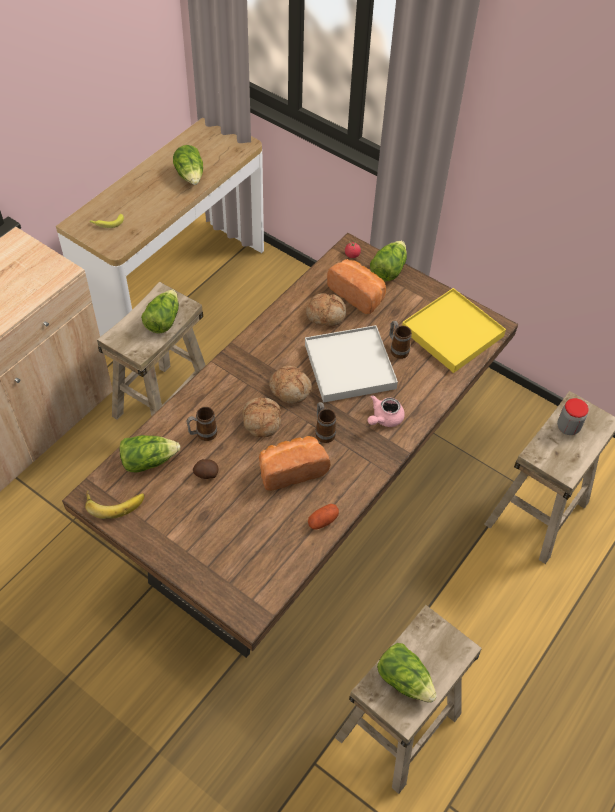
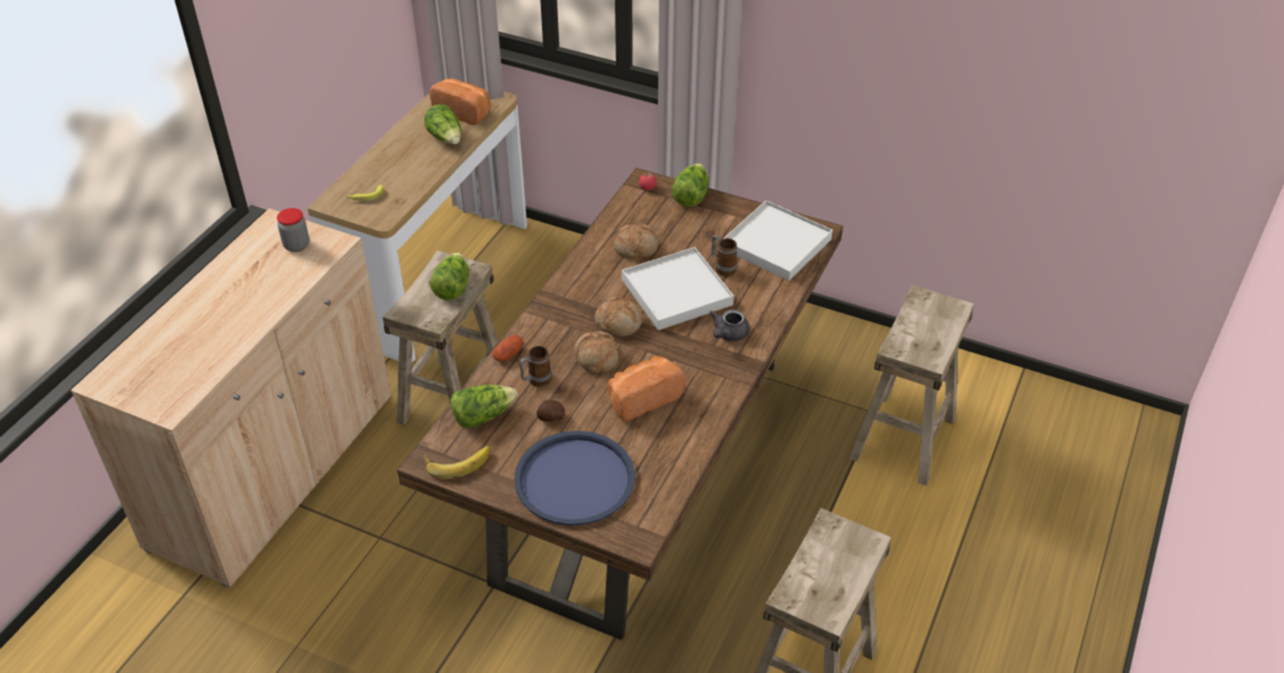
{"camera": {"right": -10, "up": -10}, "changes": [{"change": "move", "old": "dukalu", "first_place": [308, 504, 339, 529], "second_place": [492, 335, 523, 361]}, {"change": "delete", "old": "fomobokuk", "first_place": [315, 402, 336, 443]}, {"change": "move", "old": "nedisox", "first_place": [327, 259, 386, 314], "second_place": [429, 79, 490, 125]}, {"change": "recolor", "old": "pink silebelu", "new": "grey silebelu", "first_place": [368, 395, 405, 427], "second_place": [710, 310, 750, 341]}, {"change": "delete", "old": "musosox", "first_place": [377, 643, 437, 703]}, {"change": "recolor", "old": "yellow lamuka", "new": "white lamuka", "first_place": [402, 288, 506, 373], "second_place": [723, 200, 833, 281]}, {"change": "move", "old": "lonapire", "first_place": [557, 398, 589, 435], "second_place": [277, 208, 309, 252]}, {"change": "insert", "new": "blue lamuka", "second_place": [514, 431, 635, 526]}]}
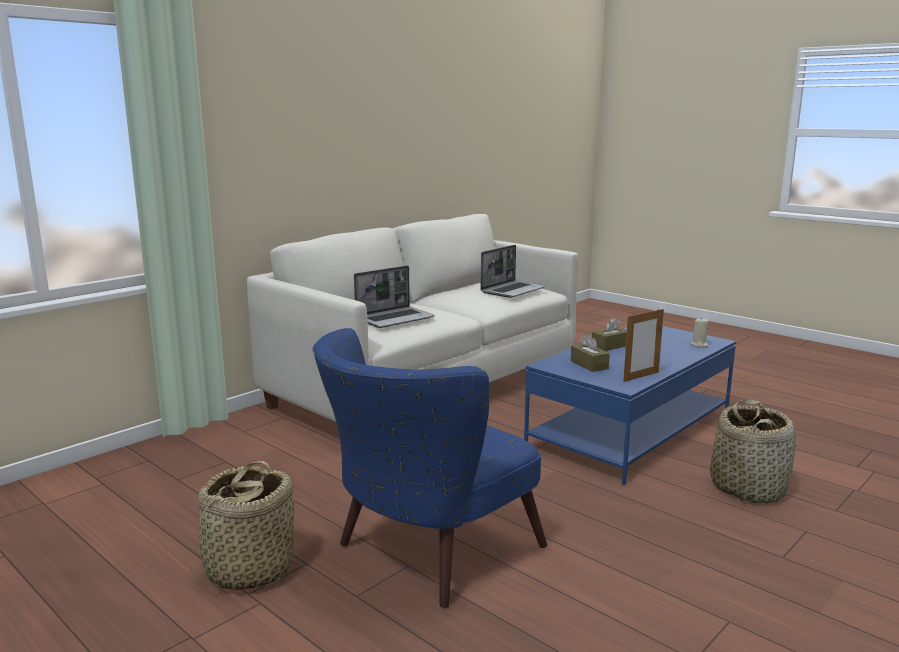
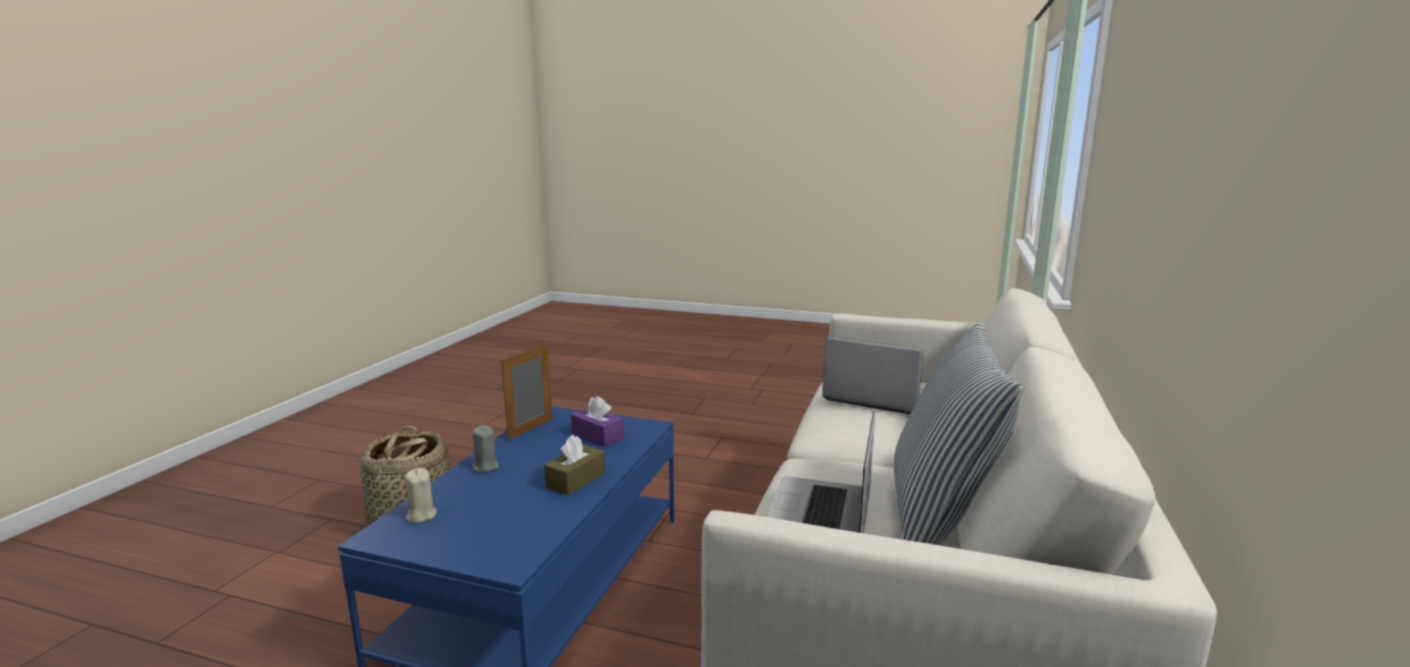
{"camera": {"right": 155, "up": 0}, "changes": [{"change": "delete", "old": "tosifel", "first_place": [189, 461, 294, 590]}, {"change": "delete", "old": "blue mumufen", "first_place": [313, 328, 547, 608]}, {"change": "rotate", "old": "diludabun", "first_place": [354, 266, 435, 328], "second_place": [822, 336, 923, 414], "degrees": 90}, {"change": "recolor", "old": "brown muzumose", "new": "purple muzumose", "first_place": [571, 334, 610, 372], "second_place": [571, 396, 624, 447]}, {"change": "insert", "new": "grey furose", "second_place": [472, 425, 499, 473]}, {"change": "insert", "new": "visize", "second_place": [894, 322, 1024, 545]}]}
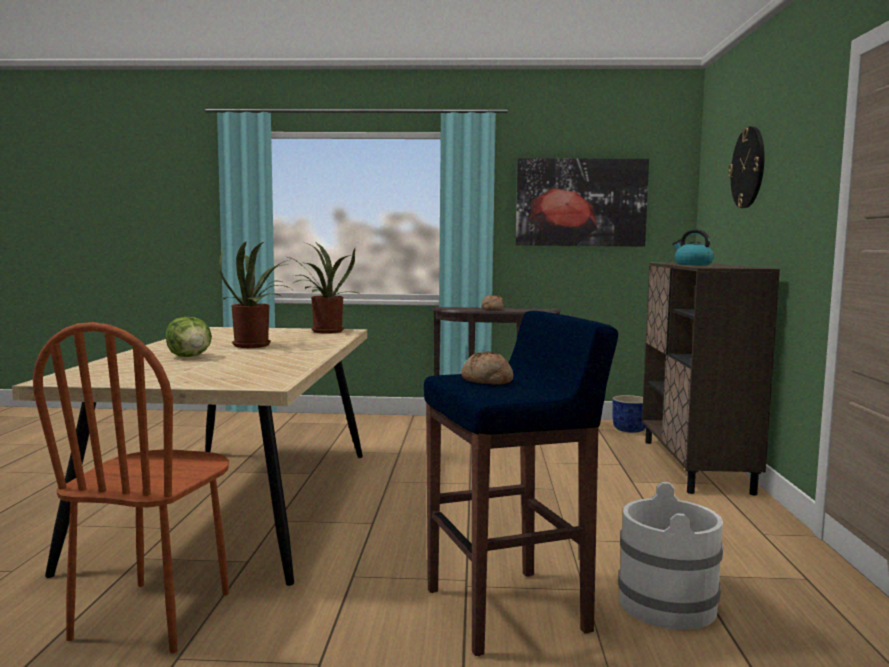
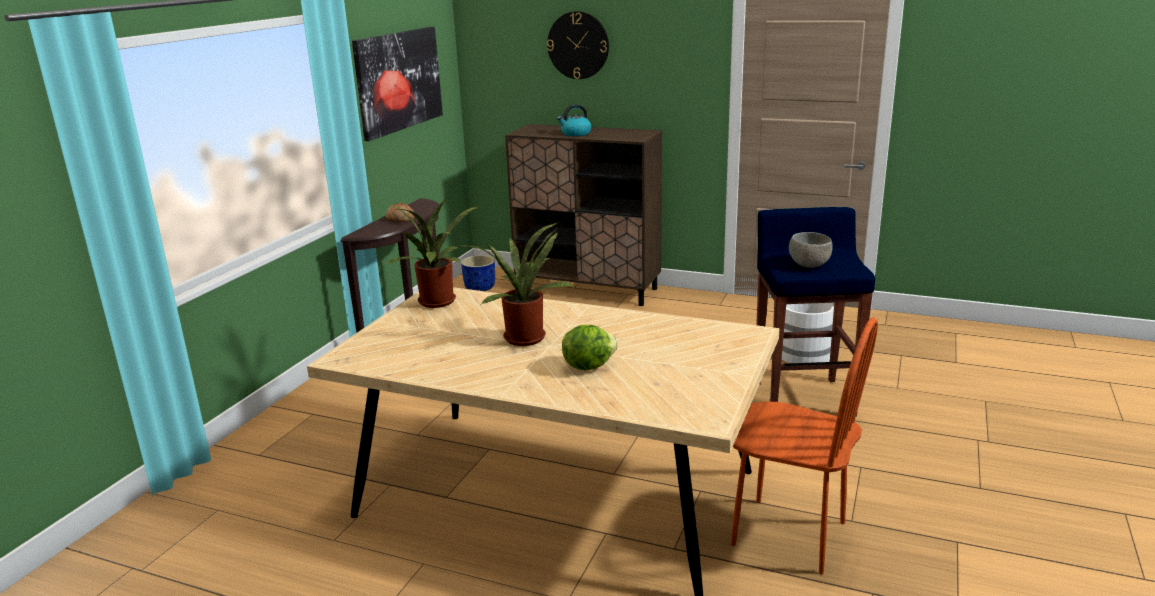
{"camera": {"right": -70, "up": 15}, "changes": [{"change": "replace", "old": "nedisox", "new": "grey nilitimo", "first_place": [461, 351, 513, 385], "second_place": [789, 232, 833, 268]}]}
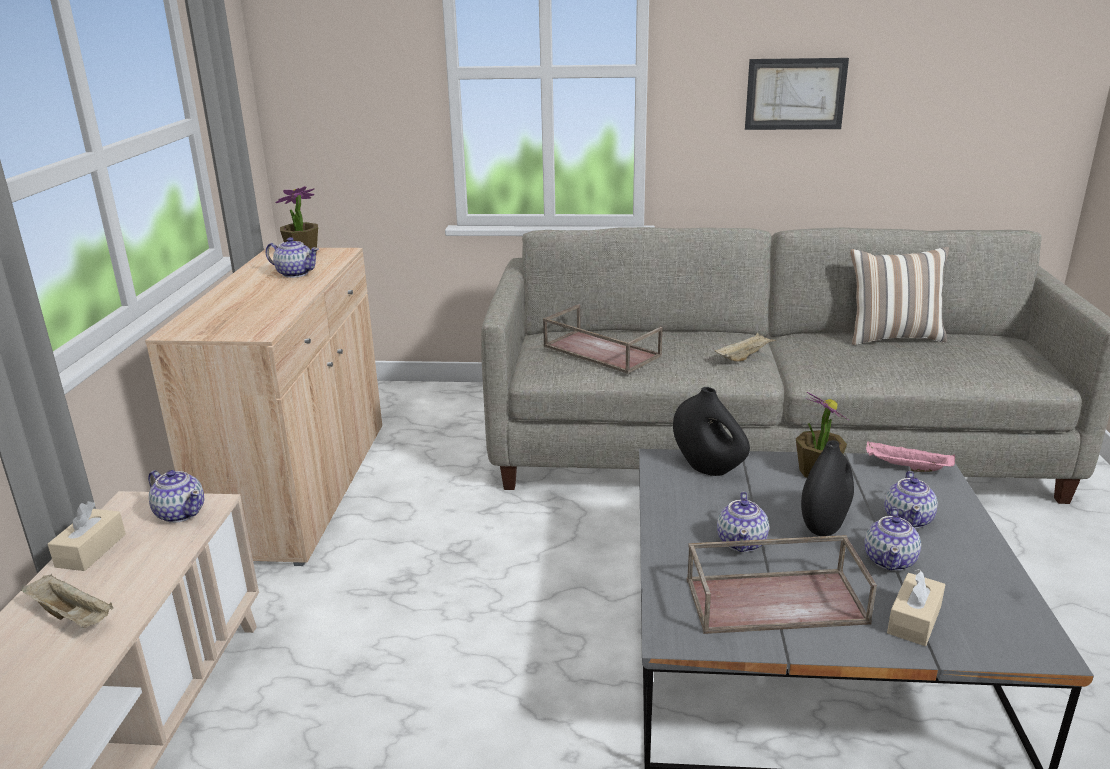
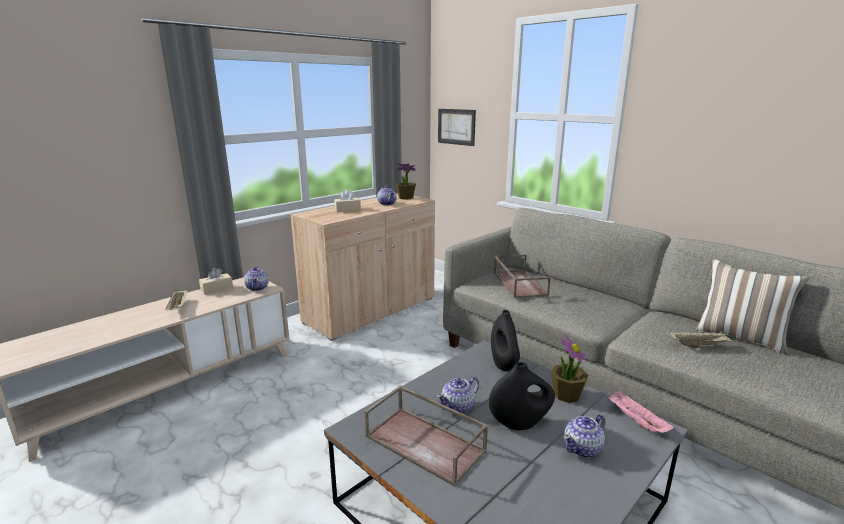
{"camera": {"right": 40, "up": -5}, "changes": [{"change": "move", "old": "beige lamuka", "first_place": [715, 333, 776, 362], "second_place": [669, 331, 734, 348]}, {"change": "move", "old": "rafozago", "first_place": [745, 58, 849, 130], "second_place": [438, 109, 476, 146]}, {"change": "delete", "old": "silebelu", "first_place": [864, 508, 921, 571]}, {"change": "move", "old": "beige muzumose", "first_place": [887, 569, 946, 646], "second_place": [334, 189, 361, 212]}]}
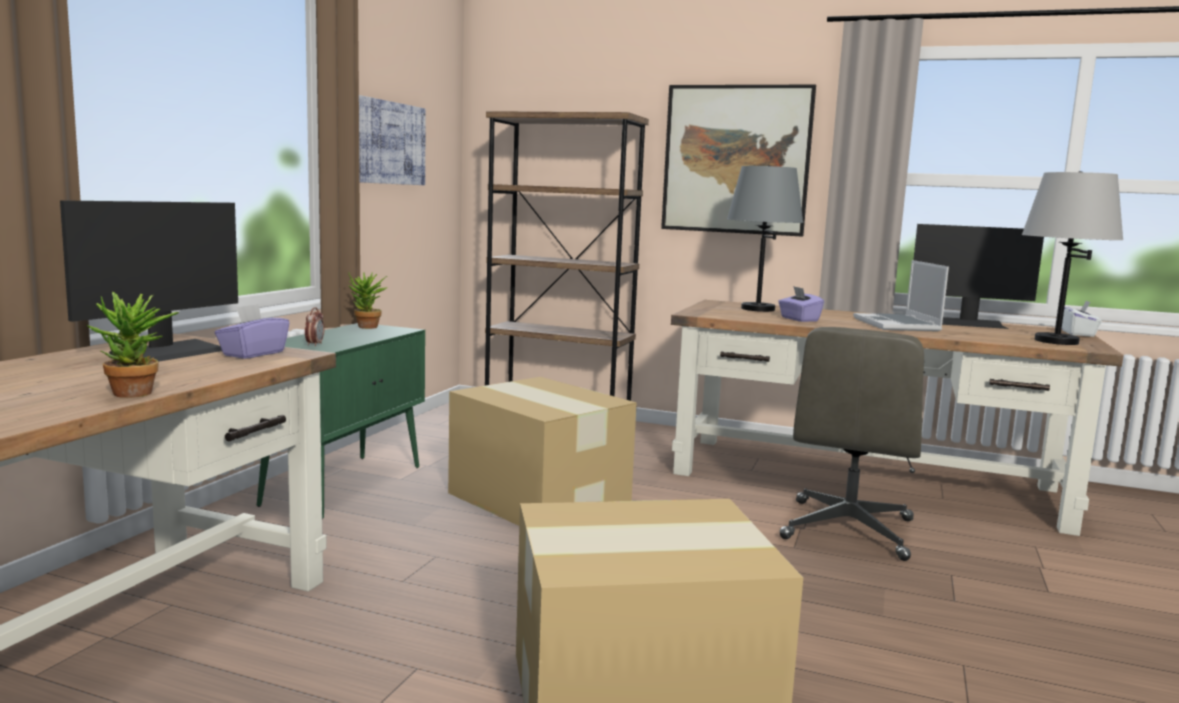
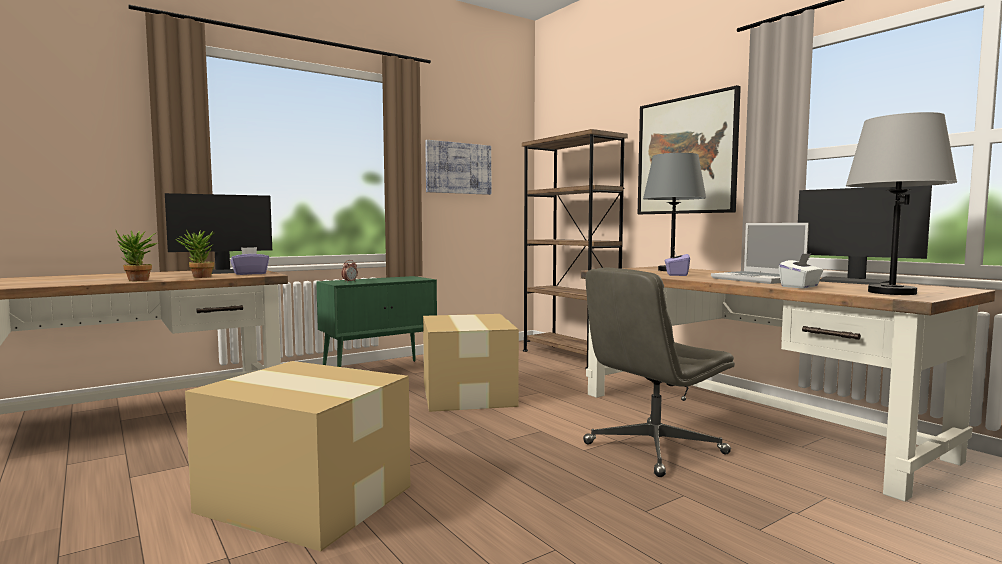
{"camera": {"right": 35, "up": -5}, "changes": [{"change": "move", "old": "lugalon", "first_place": [348, 272, 388, 329], "second_place": [175, 230, 214, 278]}, {"change": "rotate", "old": "diludabun", "first_place": [853, 260, 949, 332], "second_place": [711, 223, 809, 284], "degrees": -60}, {"change": "move", "old": "white muzumose", "first_place": [1062, 301, 1102, 337], "second_place": [779, 253, 823, 289]}]}
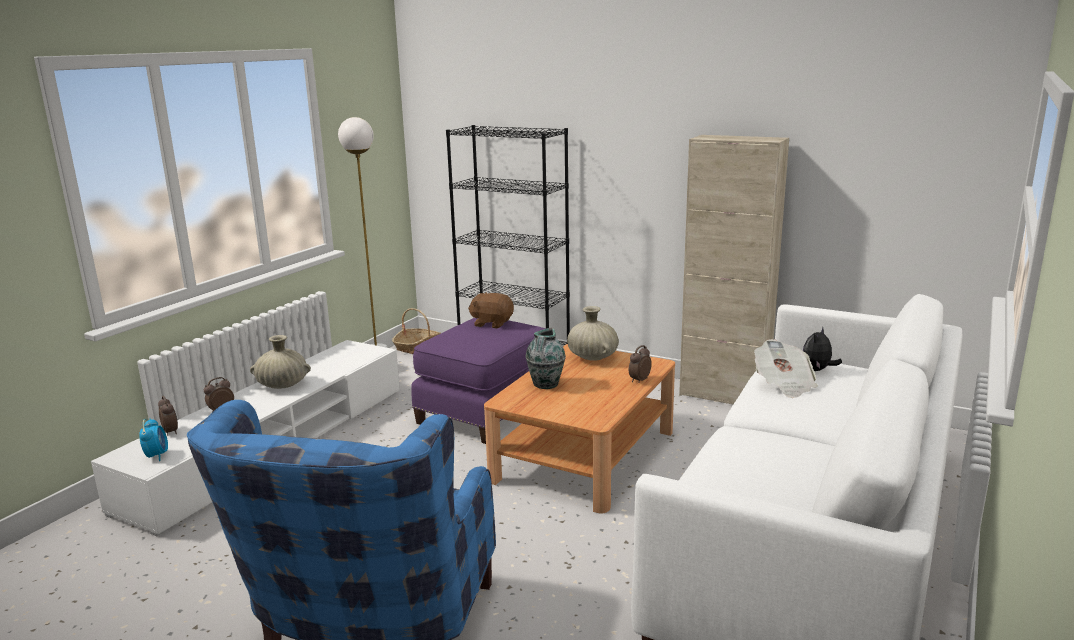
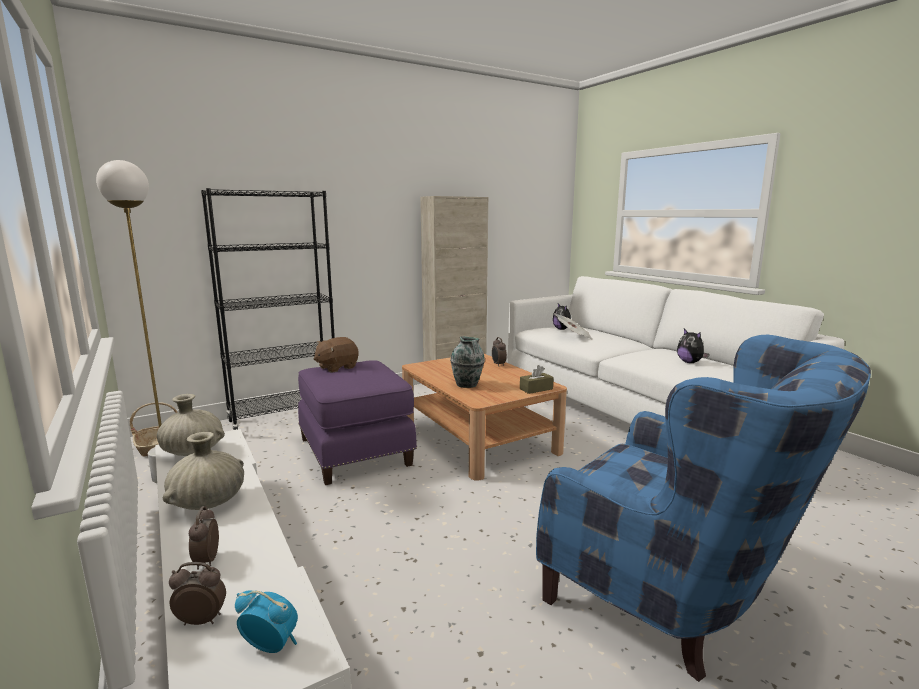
{"camera": {"right": -60, "up": -5}, "changes": [{"change": "move", "old": "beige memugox", "first_place": [567, 306, 619, 361], "second_place": [157, 394, 225, 456]}, {"change": "insert", "new": "brown muzumose", "second_place": [520, 365, 554, 394]}, {"change": "insert", "new": "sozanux", "second_place": [677, 329, 709, 363]}]}
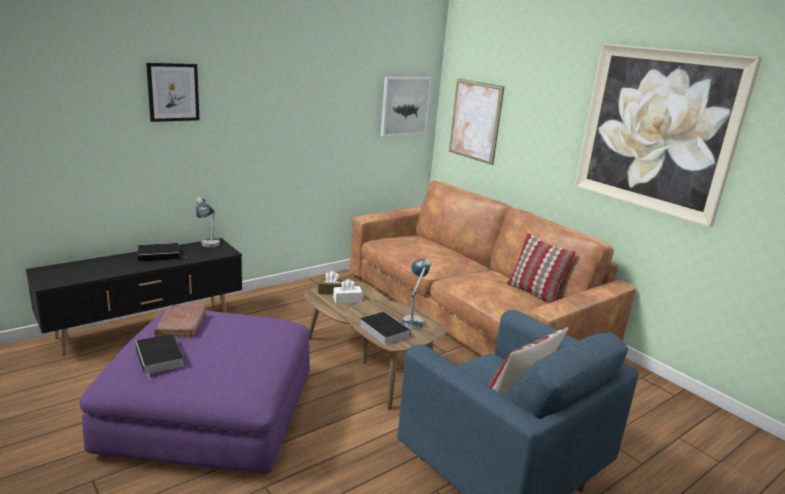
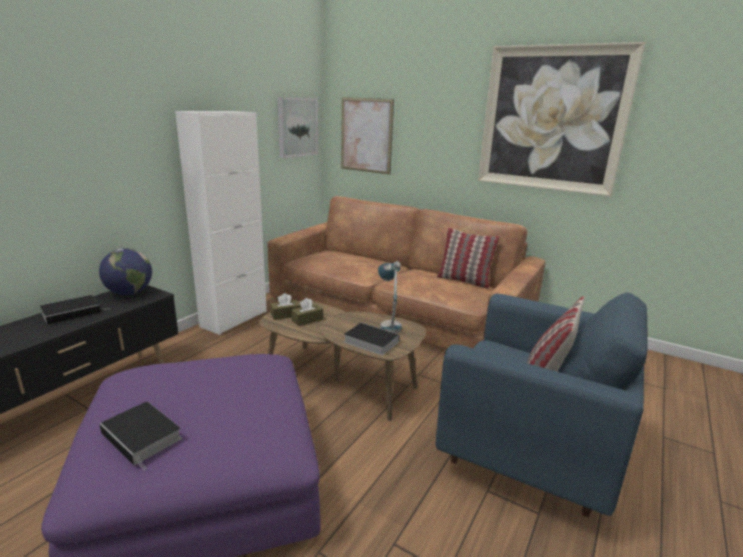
{"camera": {"right": -20, "up": 0}, "changes": [{"change": "delete", "old": "rafozago", "first_place": [146, 63, 200, 122]}, {"change": "delete", "old": "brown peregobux", "first_place": [154, 305, 207, 338]}, {"change": "replace", "old": "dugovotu", "new": "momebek", "first_place": [196, 197, 220, 247], "second_place": [99, 248, 152, 295]}, {"change": "recolor", "old": "white muzumose", "new": "brown muzumose", "first_place": [333, 279, 362, 304], "second_place": [291, 298, 323, 326]}, {"change": "insert", "new": "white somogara", "second_place": [175, 111, 267, 335]}]}
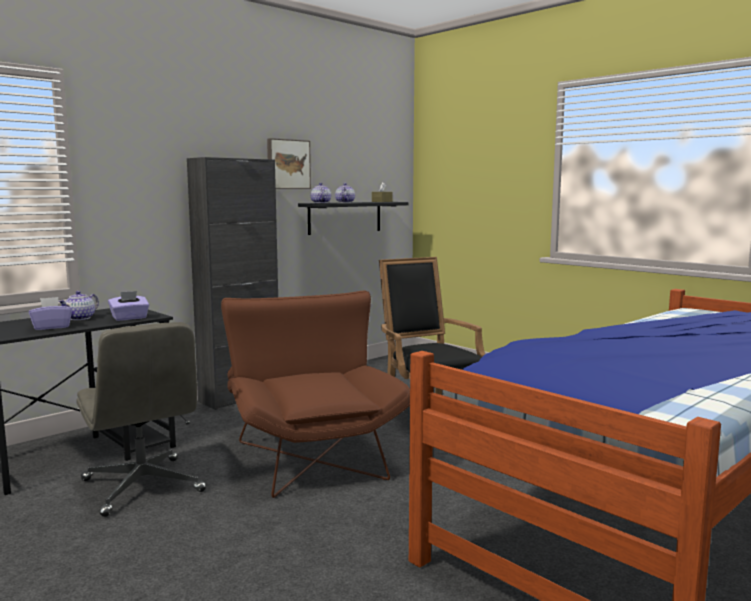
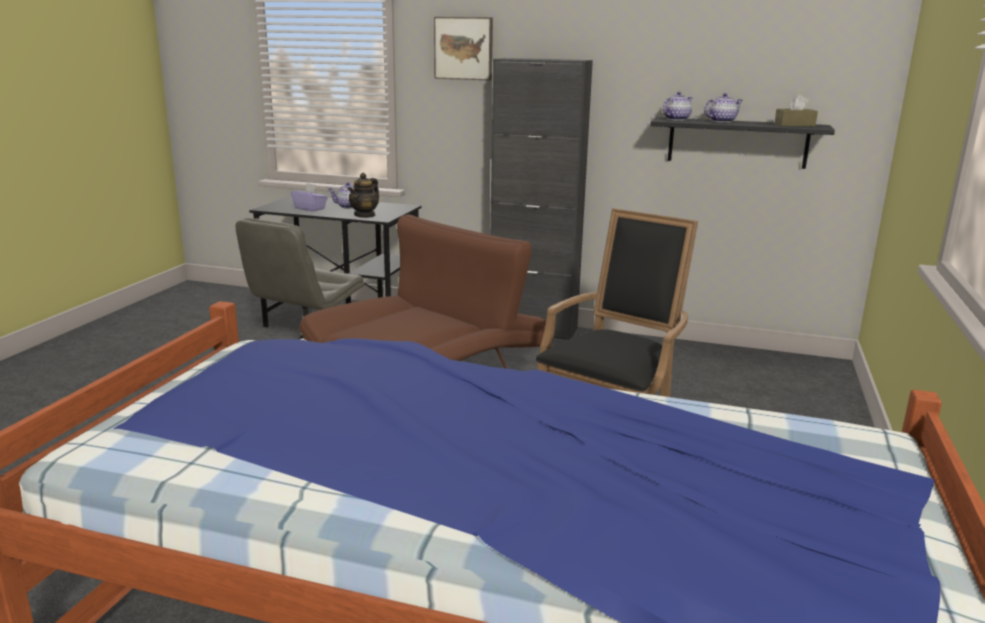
{"camera": {"right": 60, "up": 10}, "changes": [{"change": "replace", "old": "purple muzumose", "new": "silebelu", "first_place": [108, 291, 149, 321], "second_place": [348, 173, 379, 218]}, {"change": "move", "old": "rafozago", "first_place": [267, 138, 311, 189], "second_place": [434, 17, 493, 80]}]}
